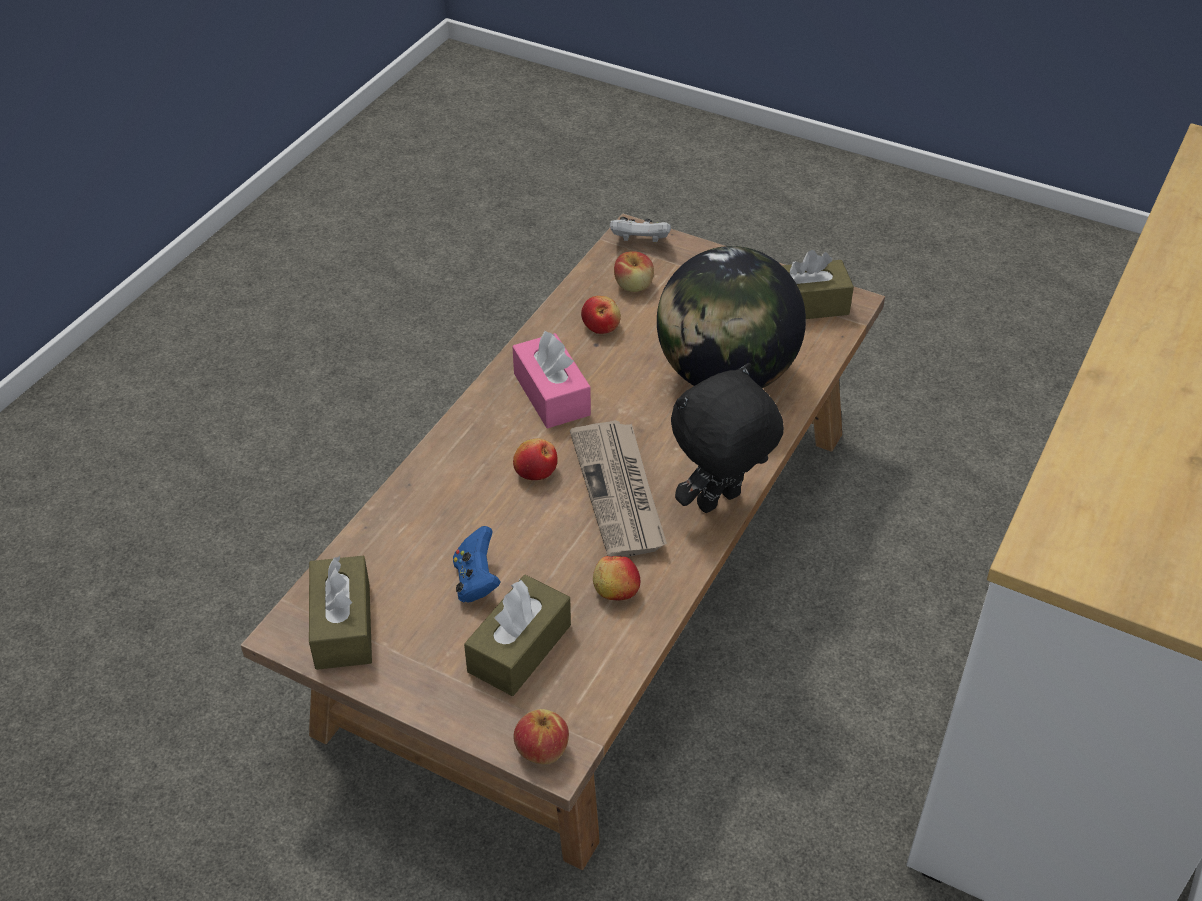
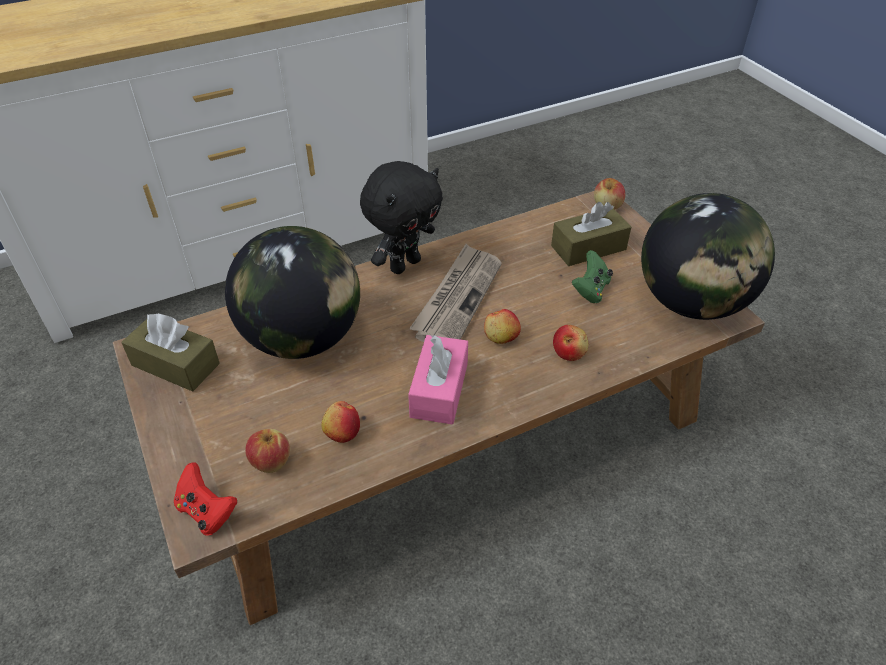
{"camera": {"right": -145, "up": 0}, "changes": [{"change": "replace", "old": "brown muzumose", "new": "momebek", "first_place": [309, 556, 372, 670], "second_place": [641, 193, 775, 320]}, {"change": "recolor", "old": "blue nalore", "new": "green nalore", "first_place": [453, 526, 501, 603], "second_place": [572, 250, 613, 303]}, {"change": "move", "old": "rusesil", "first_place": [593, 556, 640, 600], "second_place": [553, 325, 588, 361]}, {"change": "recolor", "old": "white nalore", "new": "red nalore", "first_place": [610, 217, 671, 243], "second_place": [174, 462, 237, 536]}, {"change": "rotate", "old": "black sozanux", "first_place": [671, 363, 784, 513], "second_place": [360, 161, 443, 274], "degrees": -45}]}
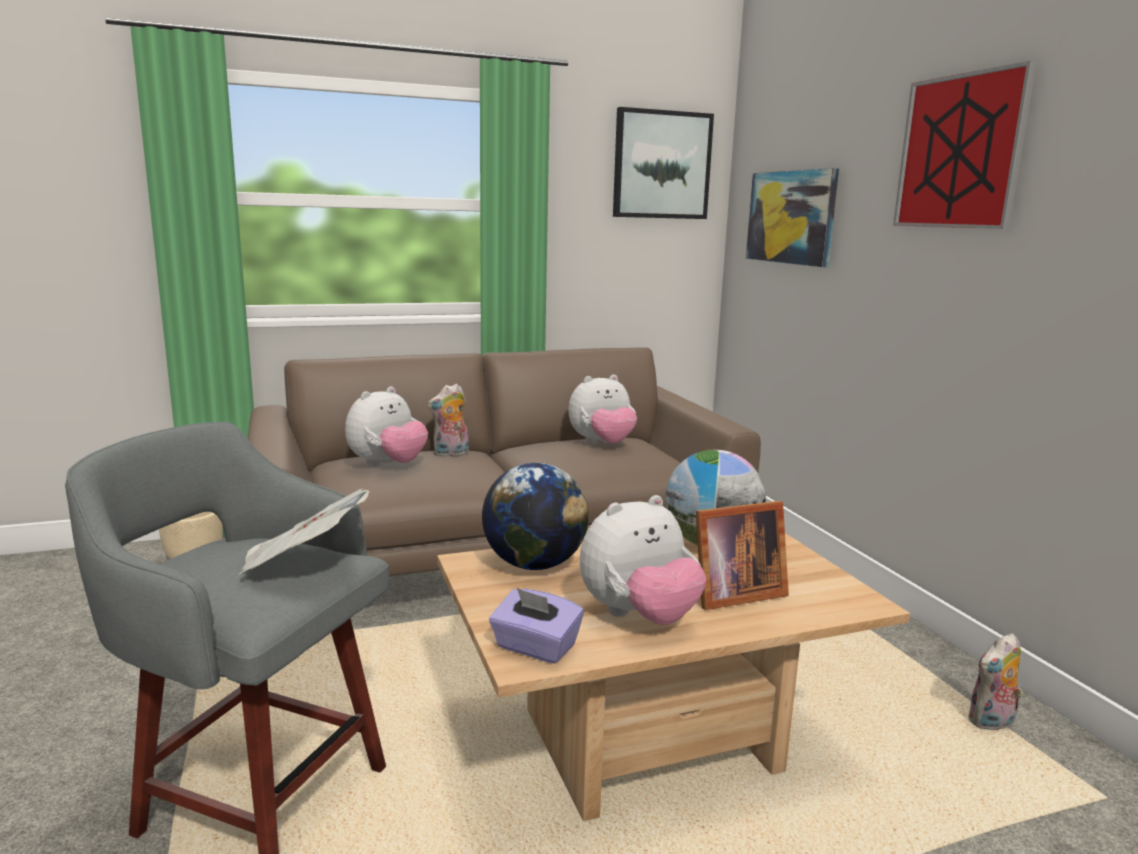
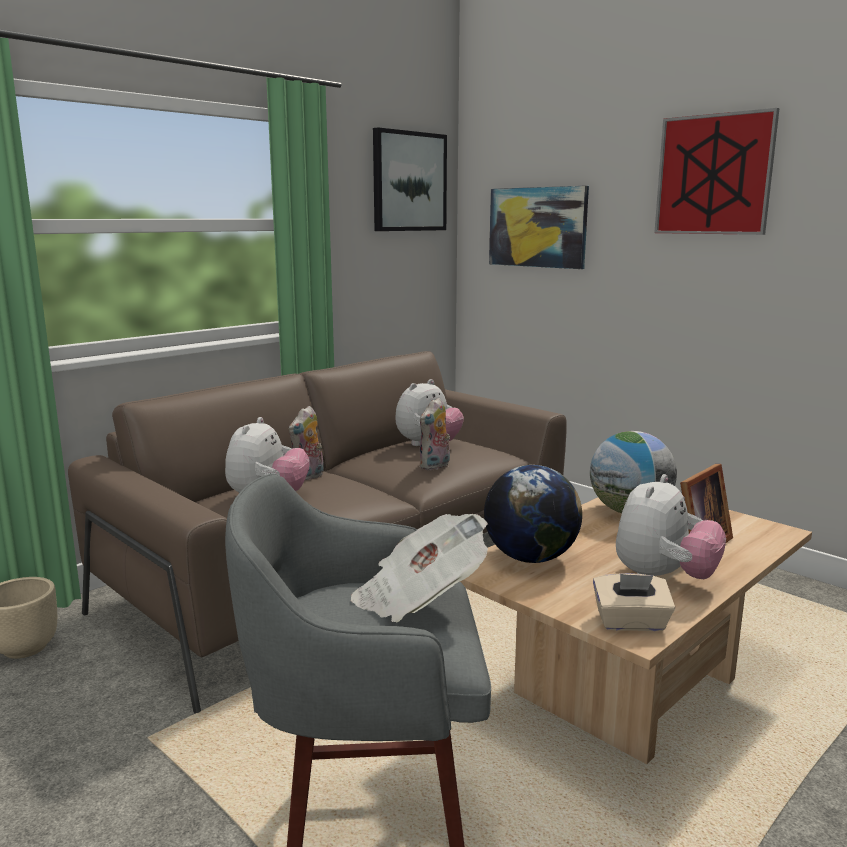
{"camera": {"right": -25, "up": 0}, "changes": [{"change": "recolor", "old": "purple muzumose", "new": "beige muzumose", "first_place": [489, 588, 584, 664], "second_place": [593, 573, 675, 631]}, {"change": "move", "old": "sozanux", "first_place": [968, 633, 1023, 730], "second_place": [419, 397, 450, 470]}]}
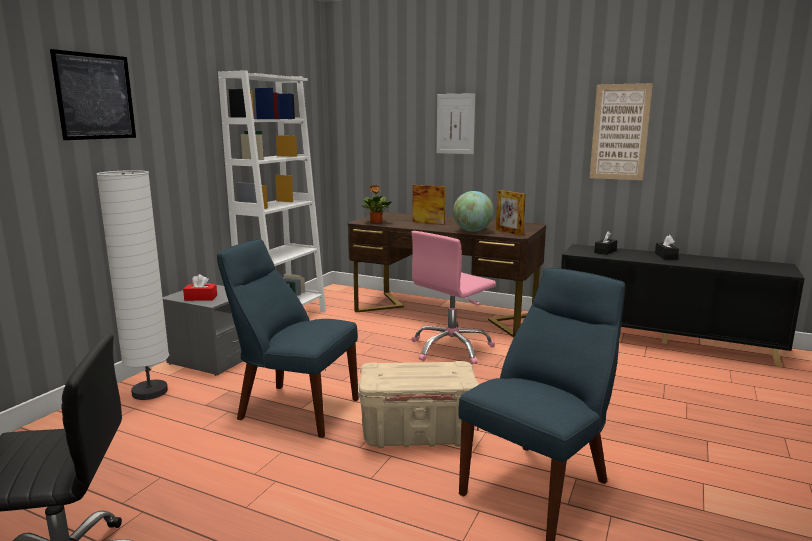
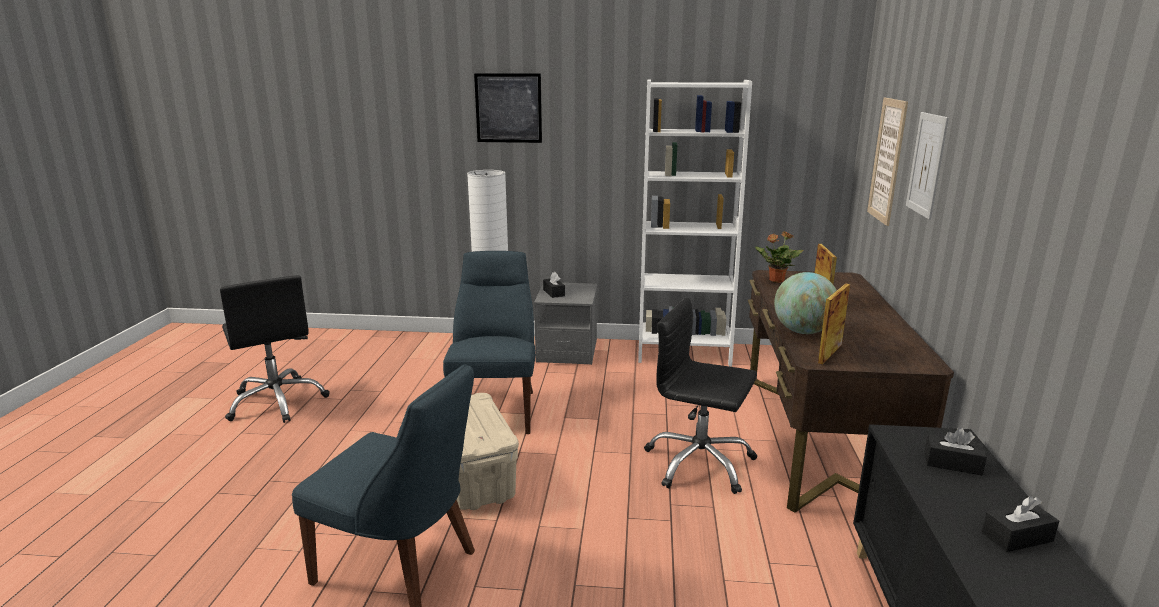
{"camera": {"right": 70, "up": 5}, "changes": [{"change": "recolor", "old": "red muzumose", "new": "black muzumose", "first_place": [183, 274, 217, 301], "second_place": [543, 272, 565, 298]}, {"change": "recolor", "old": "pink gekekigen", "new": "black gekekigen", "first_place": [411, 231, 496, 365], "second_place": [644, 297, 757, 494]}, {"change": "move", "old": "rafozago", "first_place": [590, 83, 653, 180], "second_place": [867, 98, 908, 226]}]}
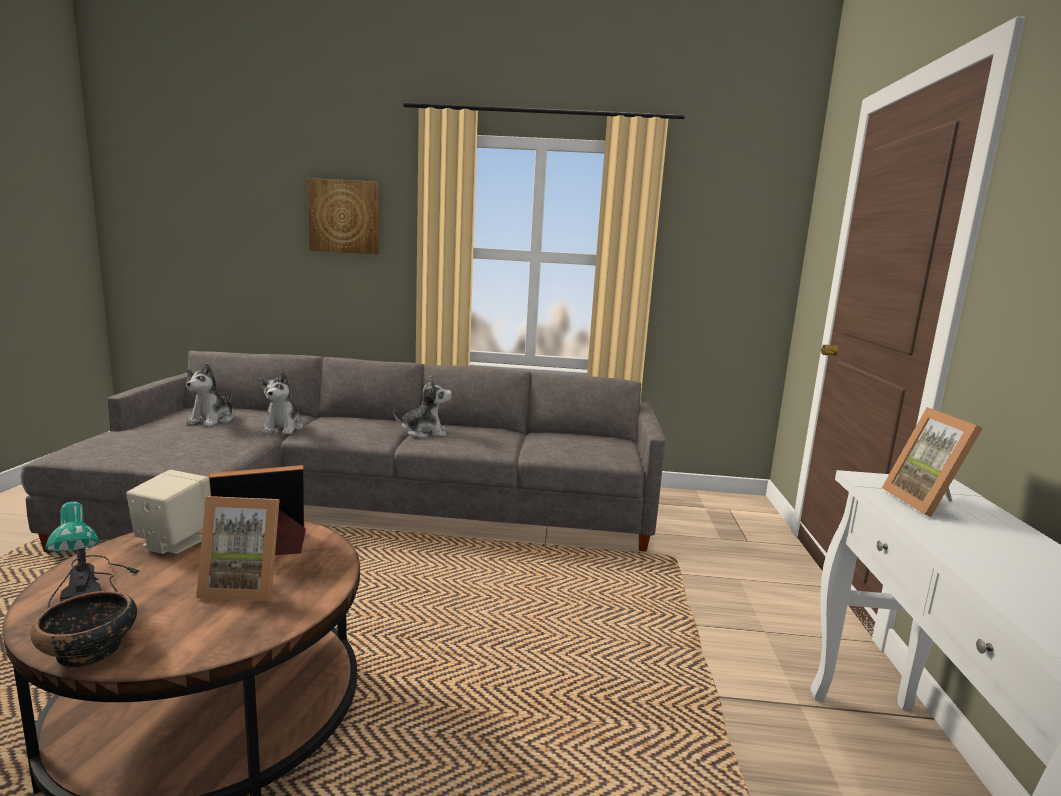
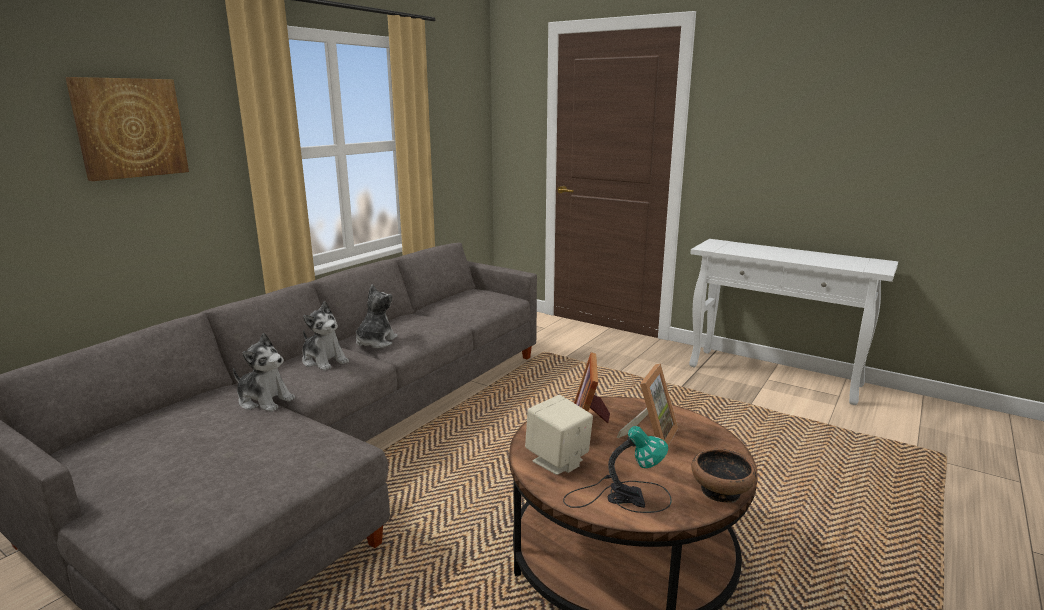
{"camera": {"right": -60, "up": 5}, "changes": [{"change": "move", "old": "sozanux", "first_place": [186, 363, 234, 427], "second_place": [302, 301, 349, 371]}, {"change": "delete", "old": "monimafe", "first_place": [882, 407, 983, 517]}]}
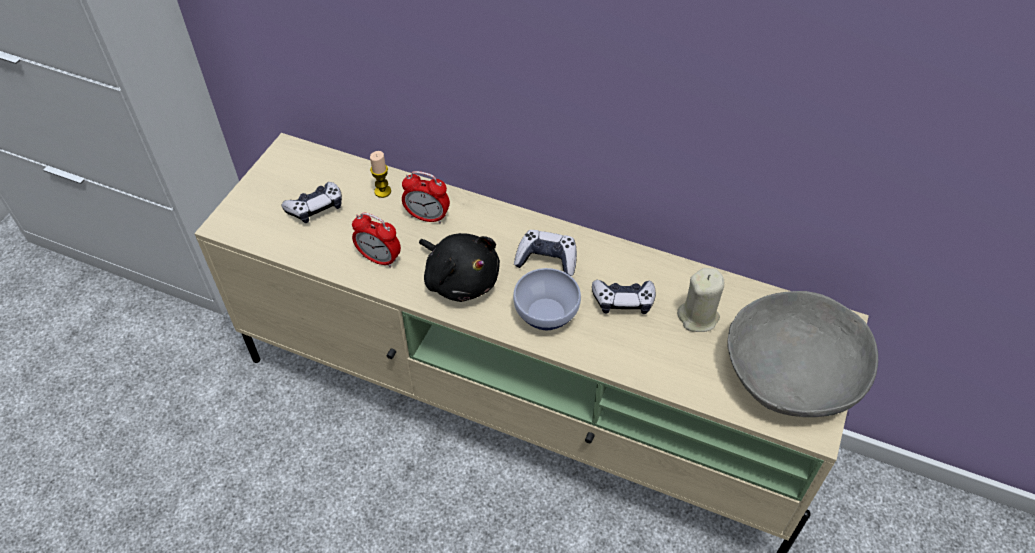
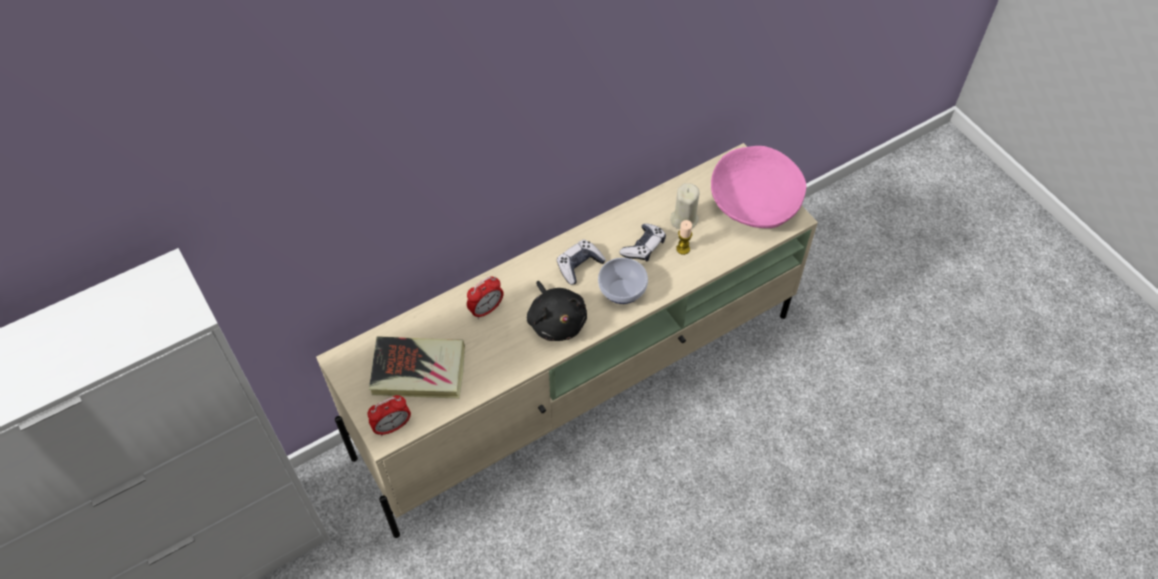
{"camera": {"right": -55, "up": 5}, "changes": [{"change": "replace", "old": "nalore", "new": "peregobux", "first_place": [282, 182, 342, 223], "second_place": [369, 336, 465, 399]}, {"change": "move", "old": "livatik", "first_place": [352, 212, 401, 268], "second_place": [368, 395, 411, 436]}, {"change": "move", "old": "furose", "first_place": [370, 151, 391, 198], "second_place": [676, 220, 692, 255]}, {"change": "rotate", "old": "black sozanux", "first_place": [419, 233, 500, 302], "second_place": [527, 281, 587, 341], "degrees": 75}, {"change": "recolor", "old": "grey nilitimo", "new": "pink nilitimo", "first_place": [727, 291, 878, 417], "second_place": [711, 146, 806, 228]}]}
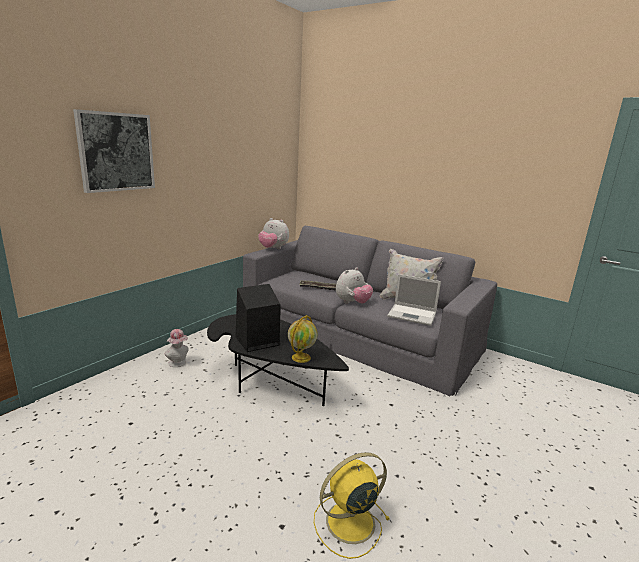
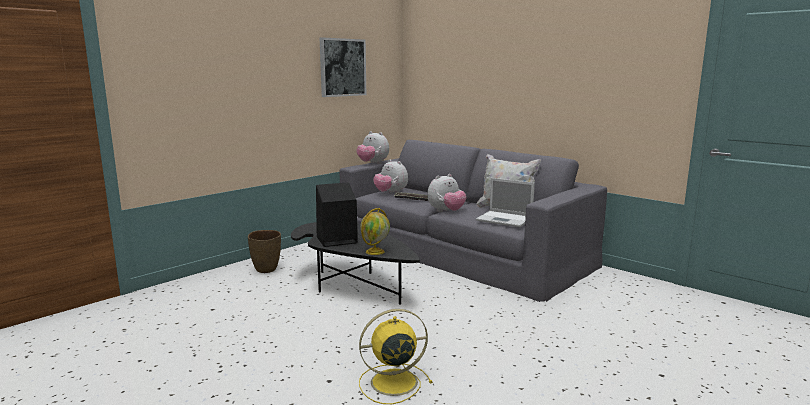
{"camera": {"right": 10, "up": -5}, "changes": [{"change": "move", "old": "rafozago", "first_place": [73, 109, 155, 193], "second_place": [320, 37, 366, 97]}, {"change": "replace", "old": "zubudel", "new": "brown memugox", "first_place": [165, 329, 189, 367], "second_place": [248, 230, 281, 273]}, {"change": "insert", "new": "sozanux", "second_place": [373, 159, 408, 194]}]}
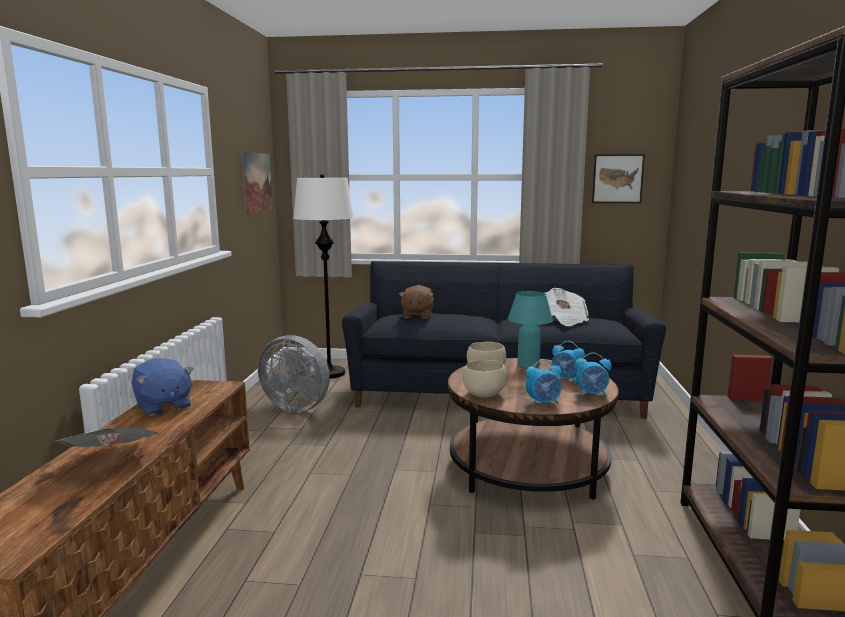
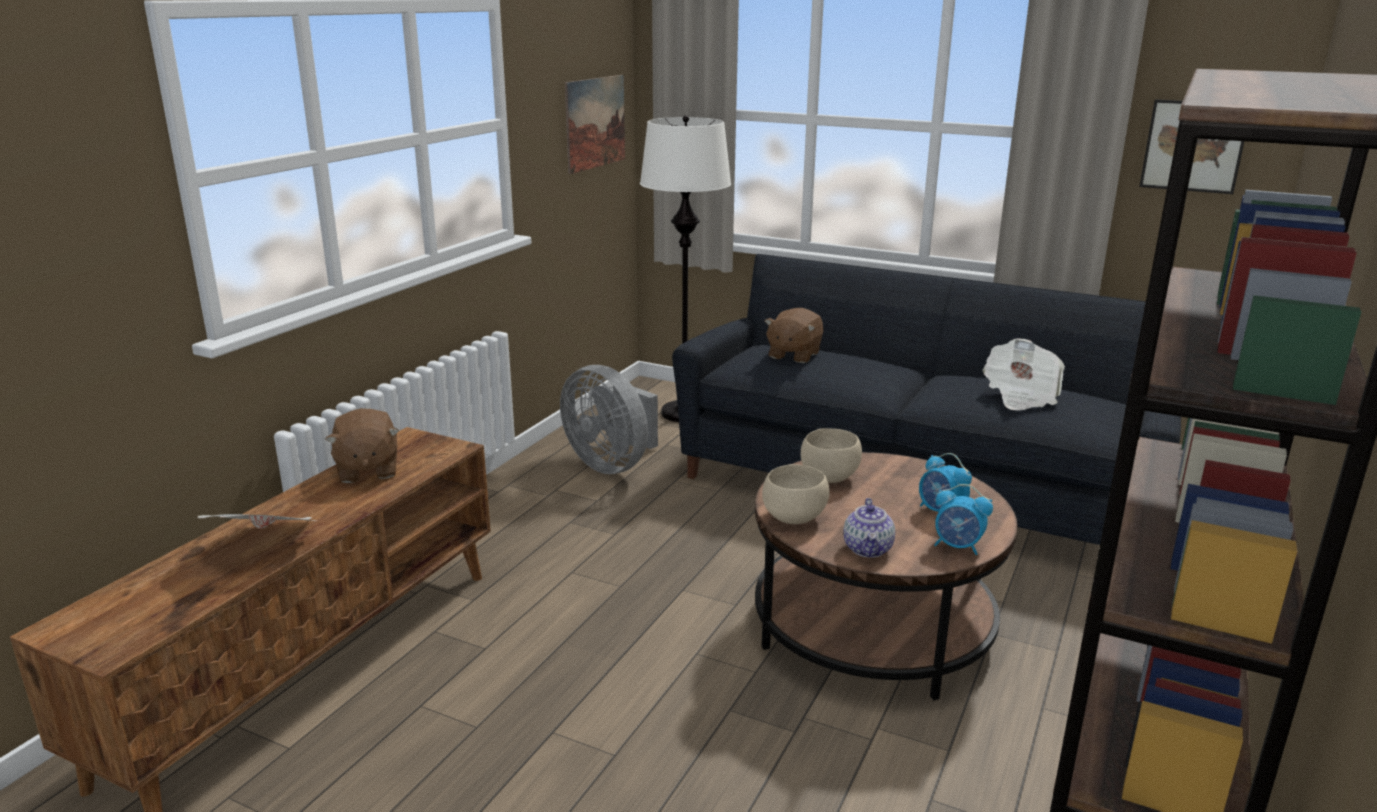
{"camera": {"right": 20, "up": 10}, "changes": [{"change": "recolor", "old": "blue sozanux", "new": "brown sozanux", "first_place": [132, 358, 194, 416], "second_place": [325, 408, 399, 483]}, {"change": "delete", "old": "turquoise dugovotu", "first_place": [508, 291, 553, 369]}, {"change": "replace", "old": "livatik", "new": "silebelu", "first_place": [526, 360, 562, 406], "second_place": [843, 498, 895, 557]}]}
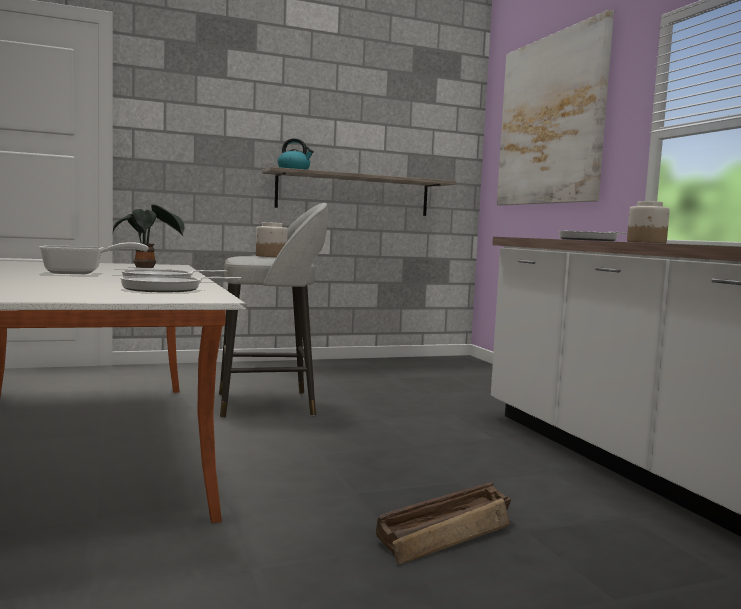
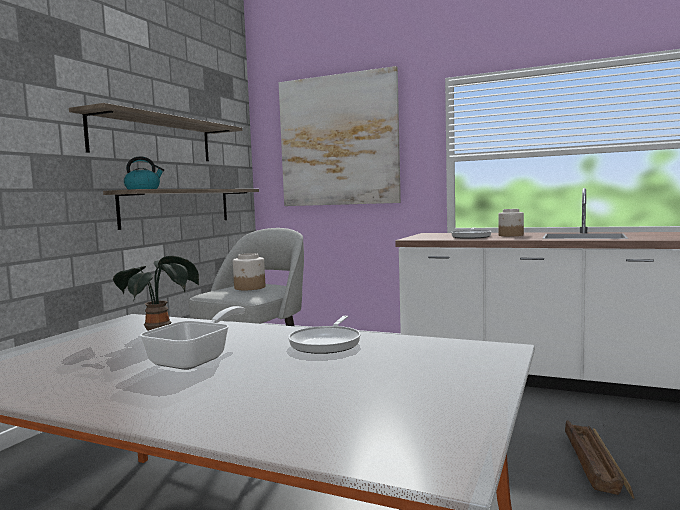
{"camera": {"right": -45, "up": 0}, "changes": [{"change": "delete", "old": "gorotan", "first_place": [120, 275, 241, 292]}, {"change": "insert", "new": "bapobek", "second_place": [69, 103, 242, 161]}]}
